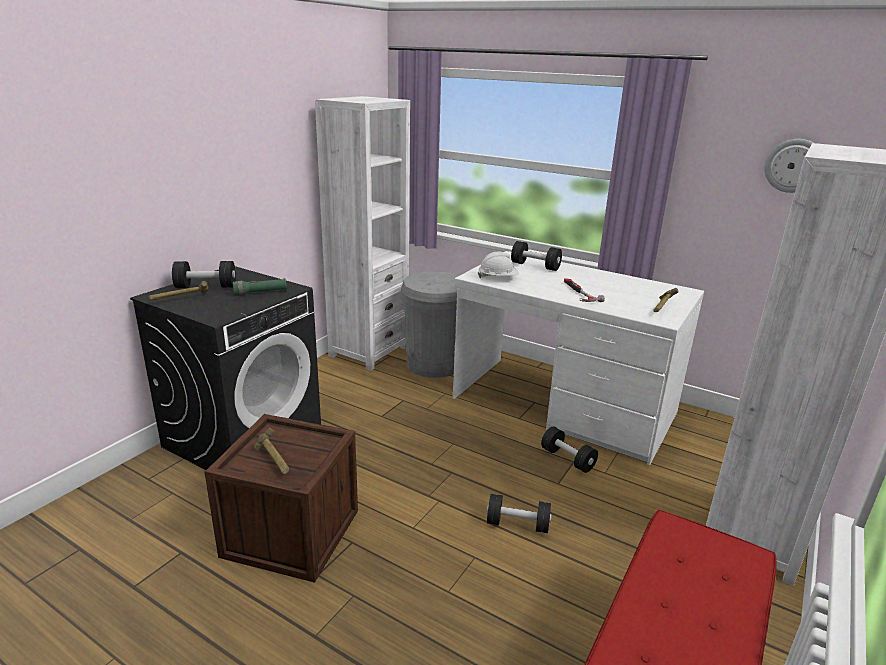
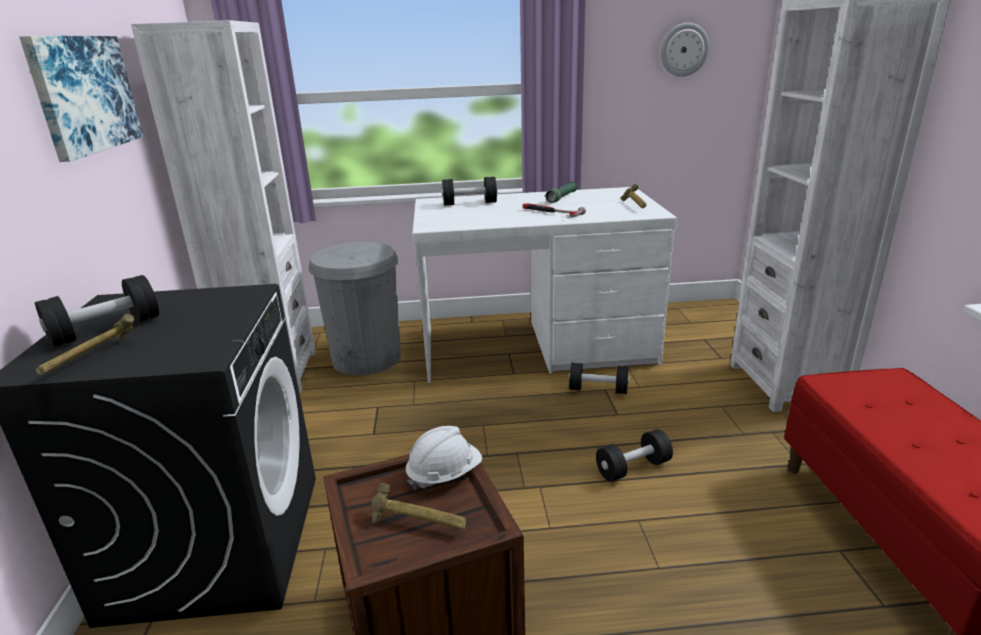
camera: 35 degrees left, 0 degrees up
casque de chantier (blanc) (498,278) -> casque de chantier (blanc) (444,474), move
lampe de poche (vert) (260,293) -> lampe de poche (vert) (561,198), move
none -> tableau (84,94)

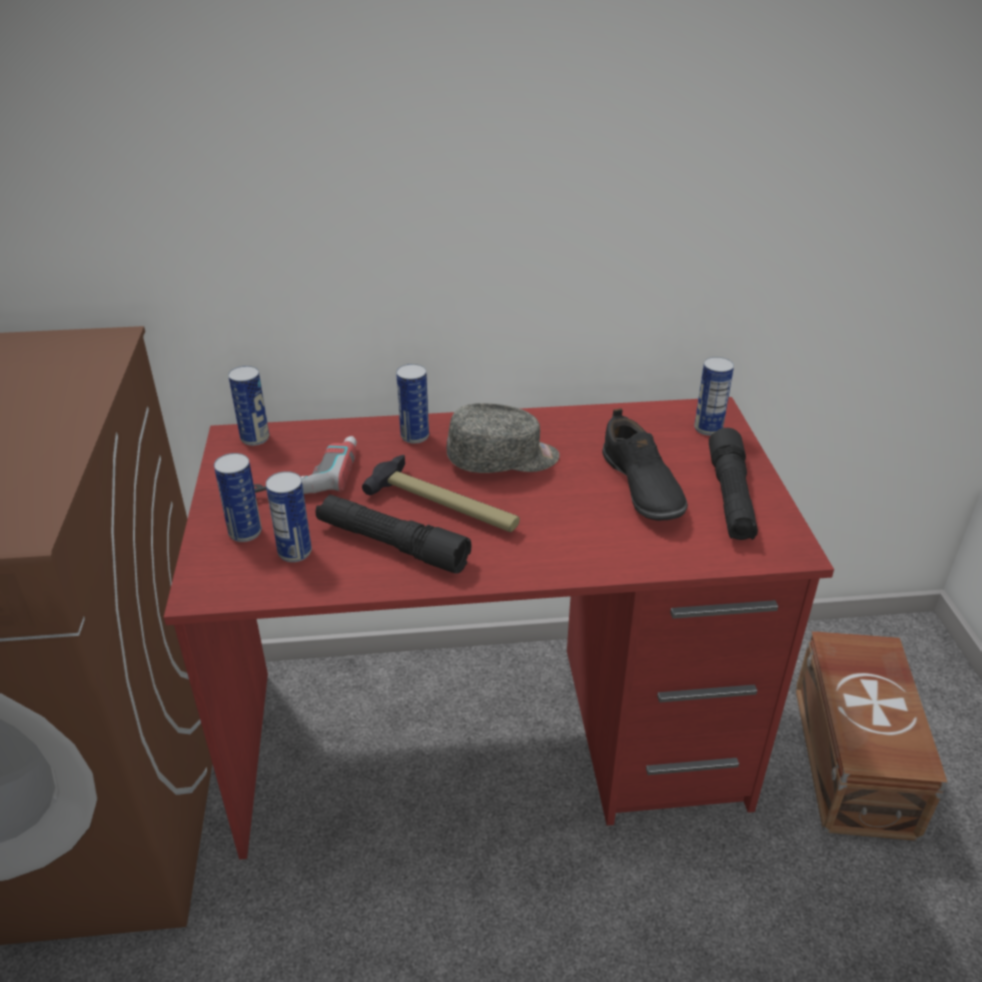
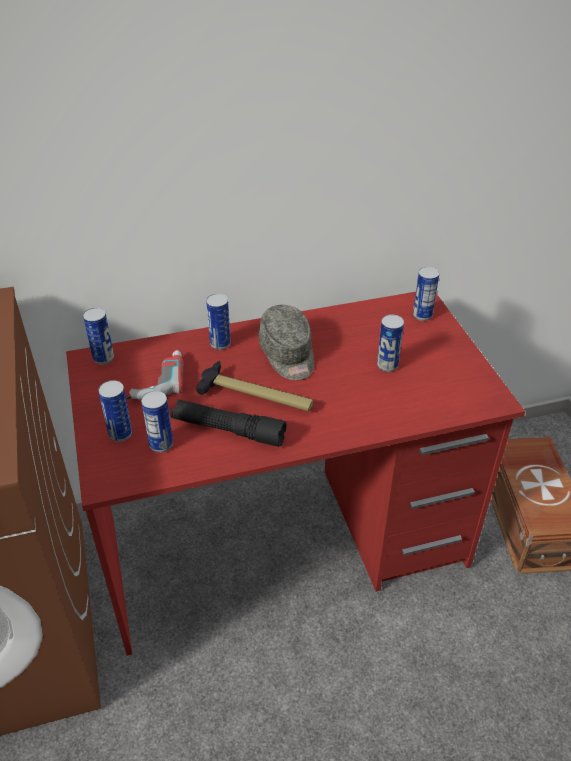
camera: 10 degrees left, 5 degrees up
casquette (gris) (503,459) -> casquette (gris) (288,355), 90 degrees clockwise
chaussure (noir) (641,487) -> boîte métallique (387,365)
lampe de poche (noir) (730,497) -> none

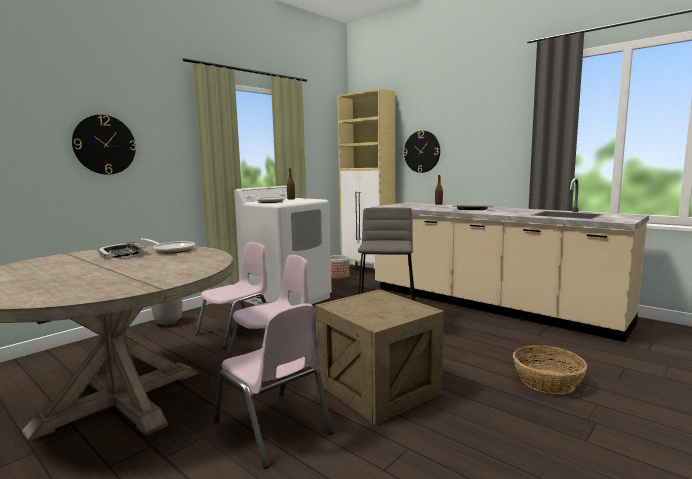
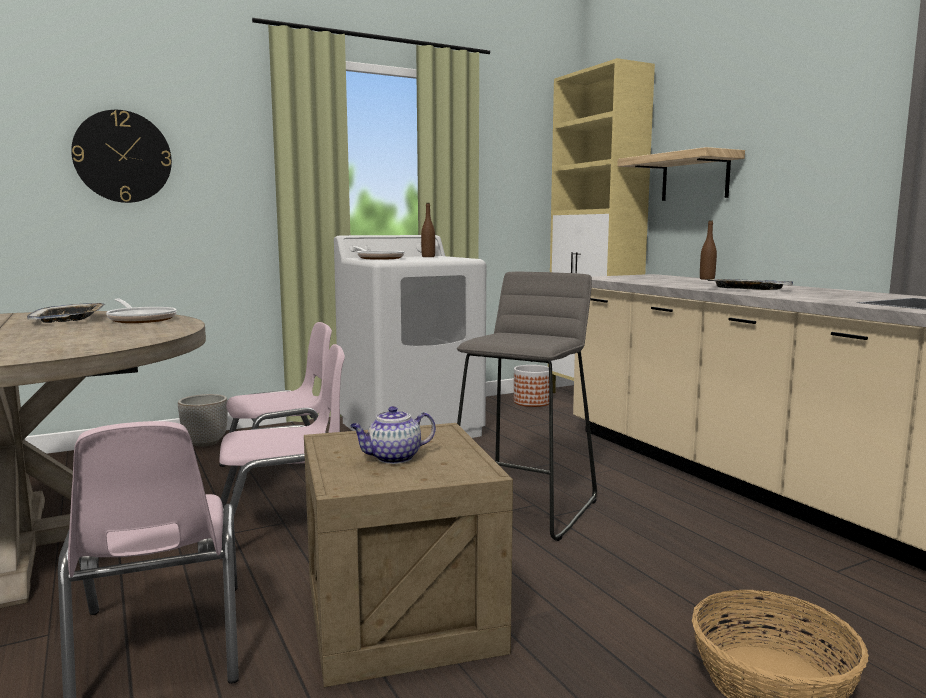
camera: 20 degrees right, 0 degrees up
horloge murale (422,151) -> étagère (695,177)
none -> théière (393,458)

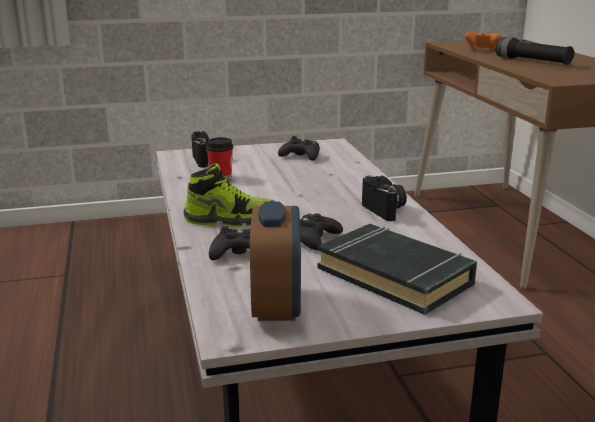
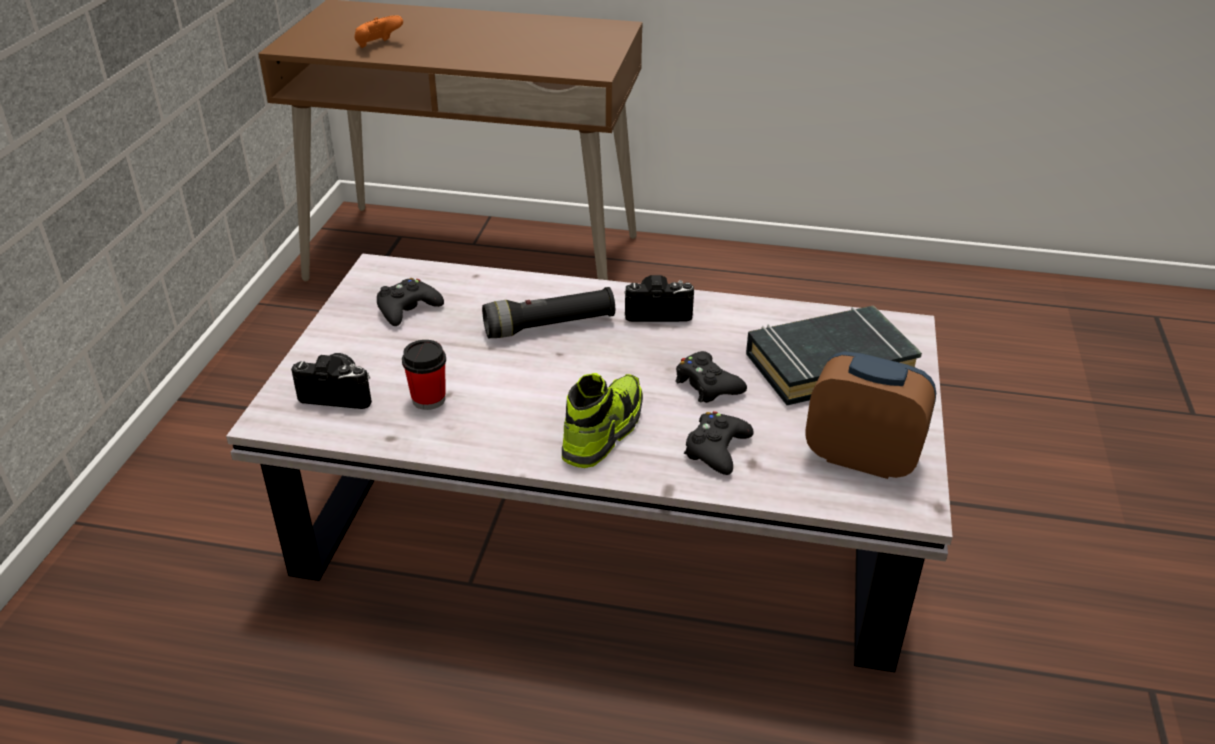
camera: 65 degrees left, 15 degrees up
lampe de poche (noir) (532,61) -> lampe de poche (noir) (549,326), move

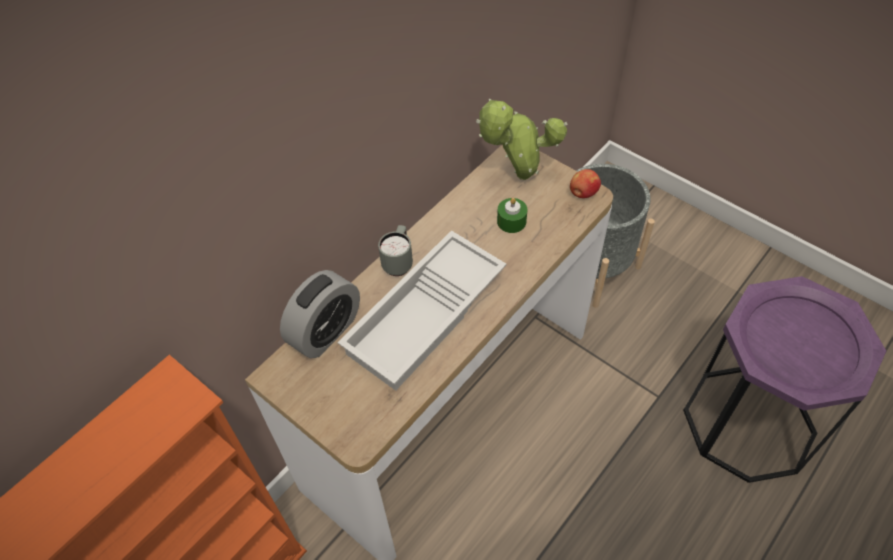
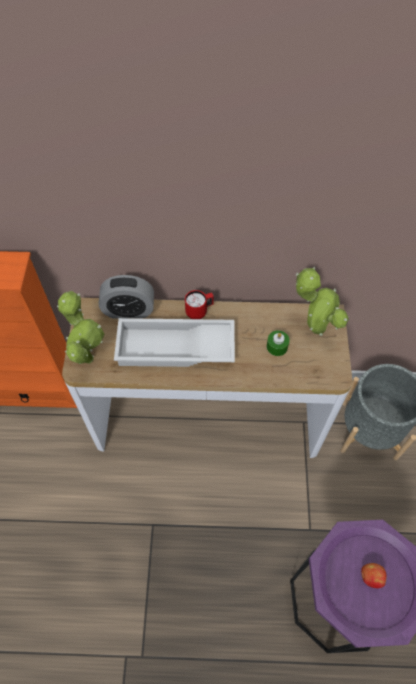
camera: 50 degrees right, 5 degrees up
pomme (583,193) -> pomme (370,577), move
mug (gris) (399,262) -> mug (rouge) (199,312)
none -> plante en pot (87,356)

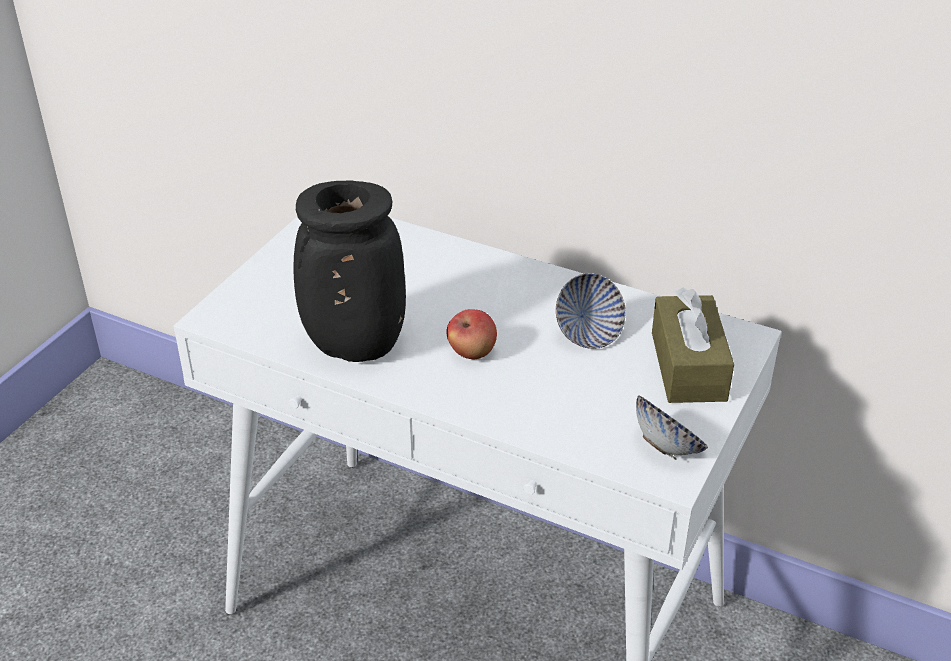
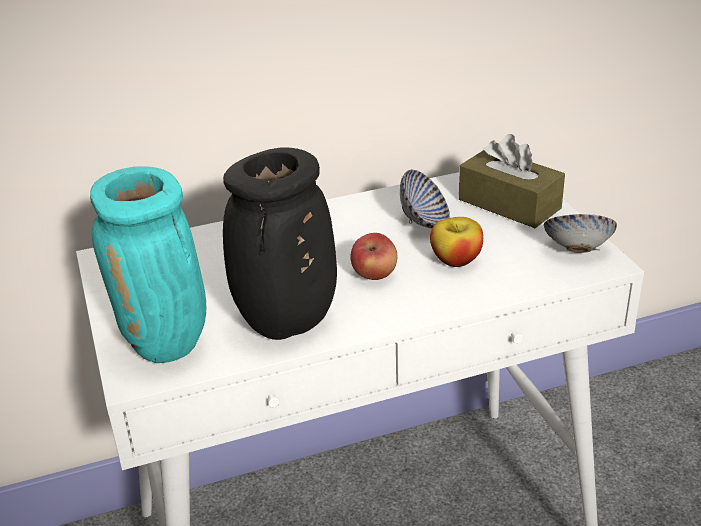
camera: 45 degrees left, 5 degrees down
none -> vase (turquoise) (167,345)
none -> pomme (456,260)

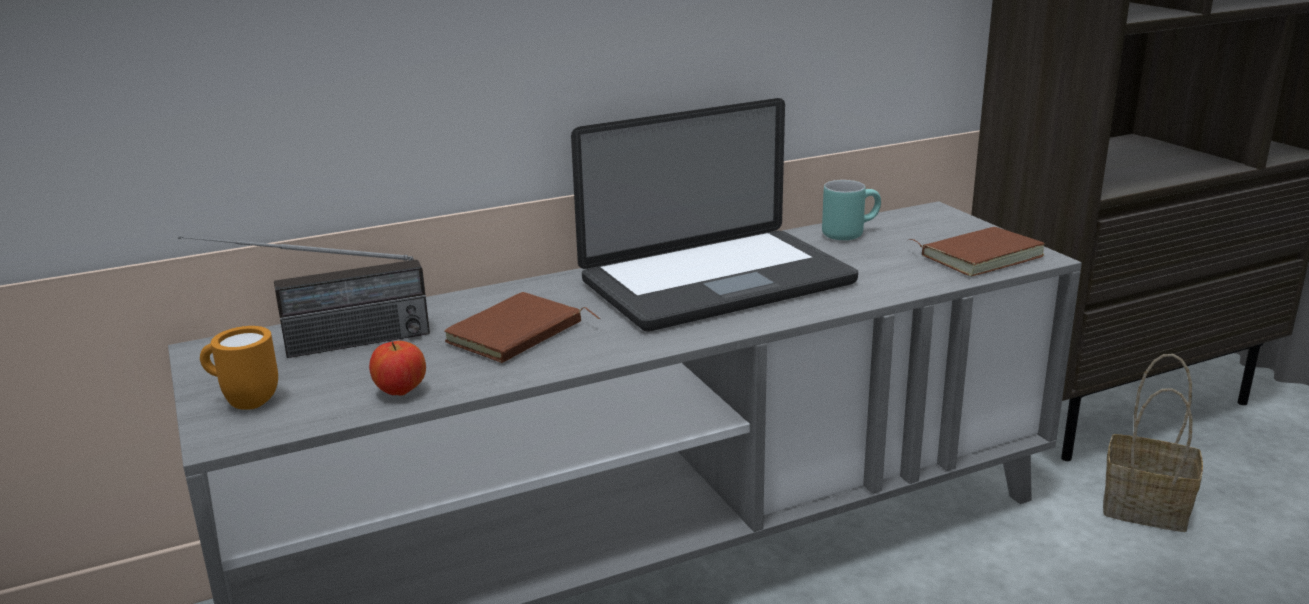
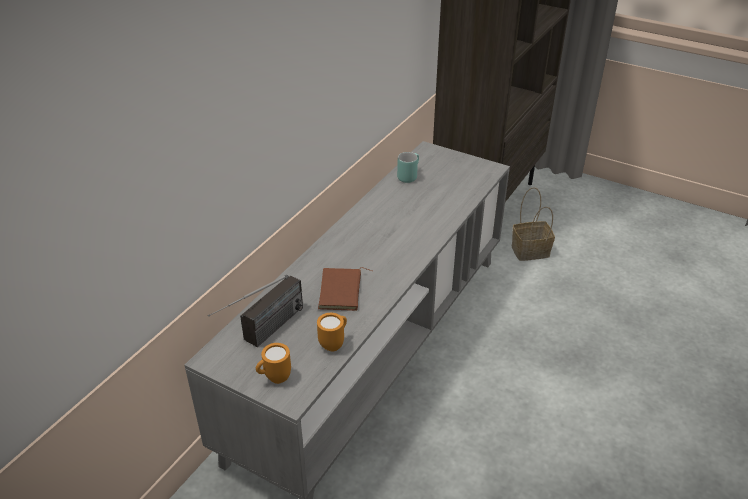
camera: 35 degrees left, 15 degrees up
ordinateur portable (717,283) -> none
livre (marron) (979,256) -> none
pomme (401,392) -> mug (orange) (334,343)

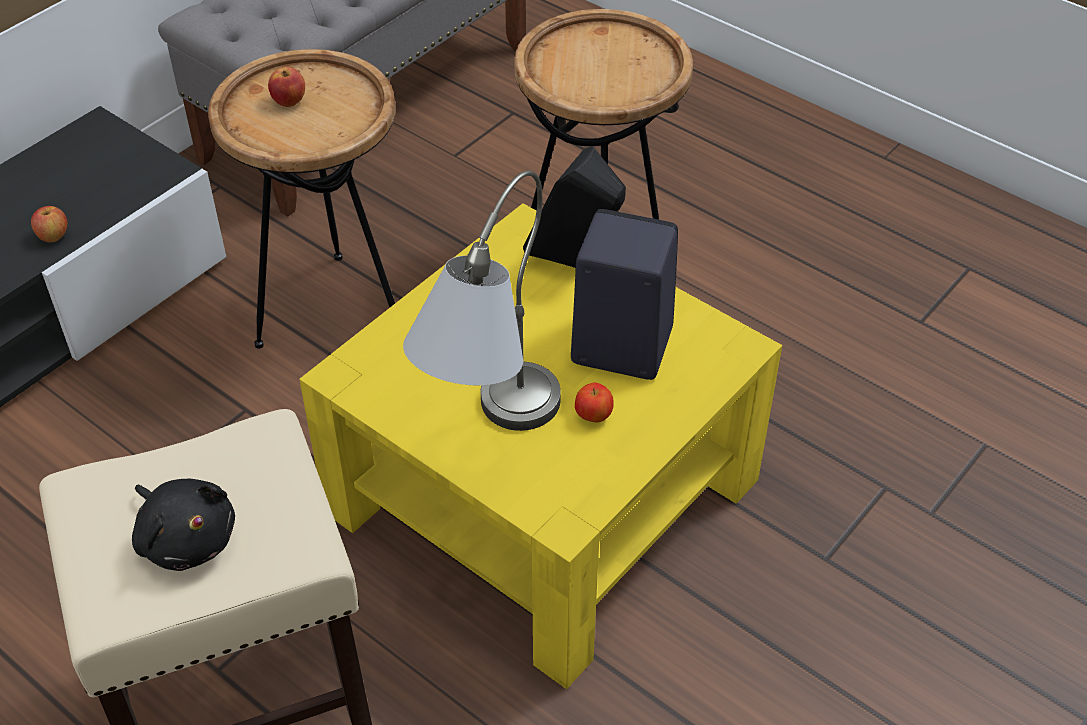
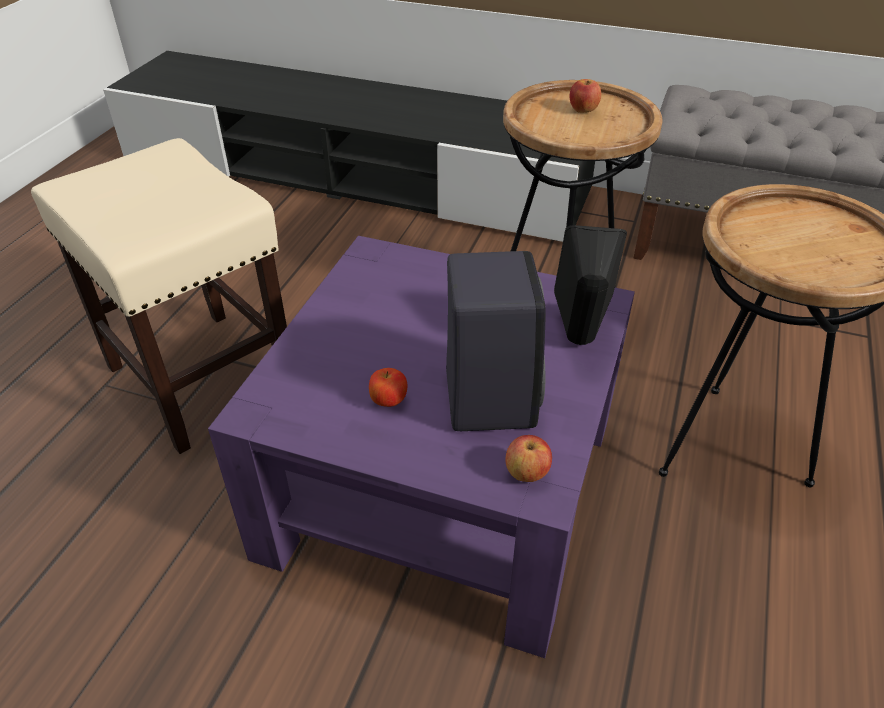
camera: 70 degrees right, 5 degrees down
lampe de table (gris) (489,436) -> none
table basse (jaune) (543,496) -> table basse (violet) (442,486)
pomme (53,236) -> pomme (526,473), move
peluche (noir) (186,538) -> none

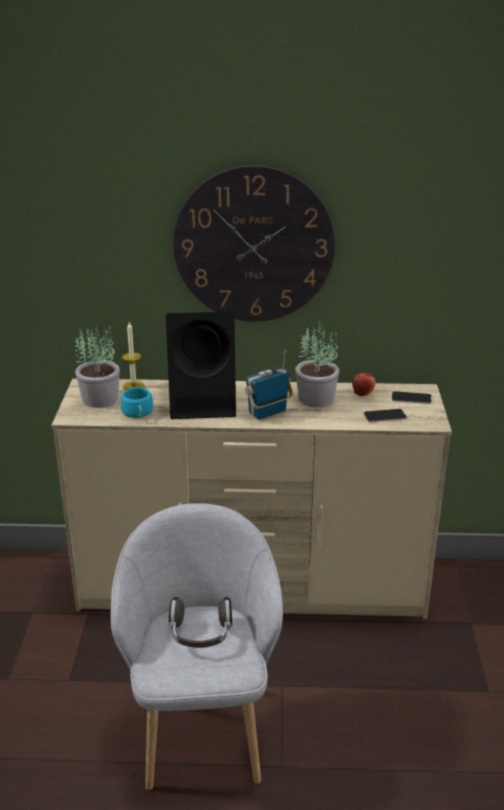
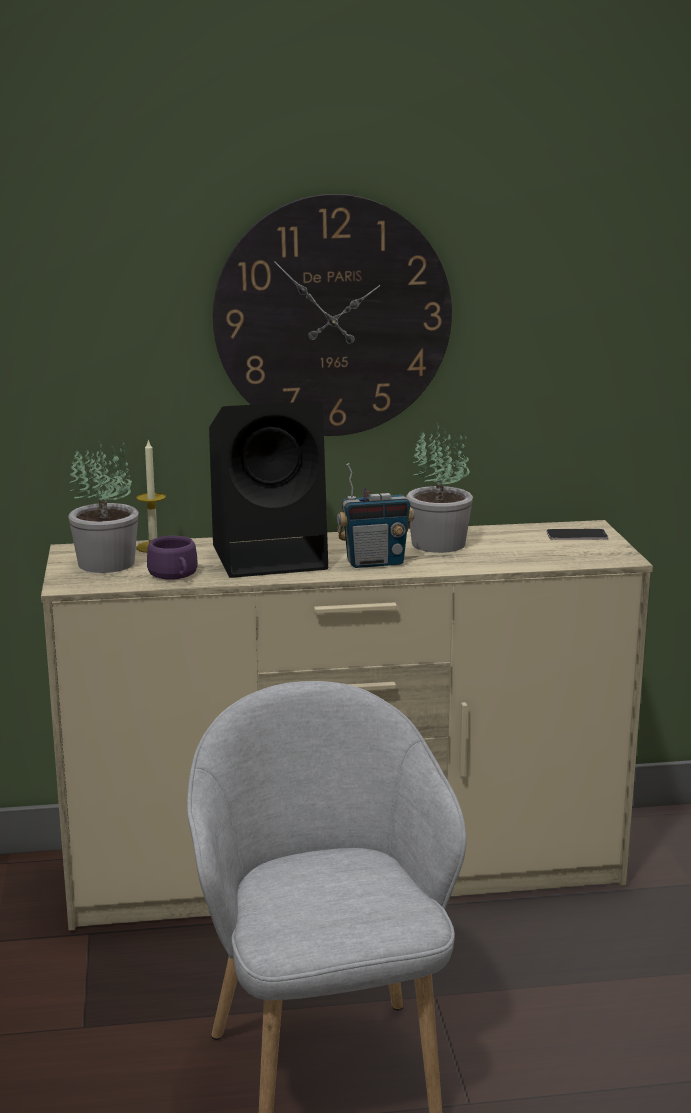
camera: 10 degrees left, 10 degrees down
radio (268,413) -> radio (374,562), 150 degrees counterclockwise
pomme (363,392) -> none
tasse (turquoise) (138,413) -> tasse (violet) (175,575)
téléphone (384,416) -> none
casque audio (200,635) -> none

